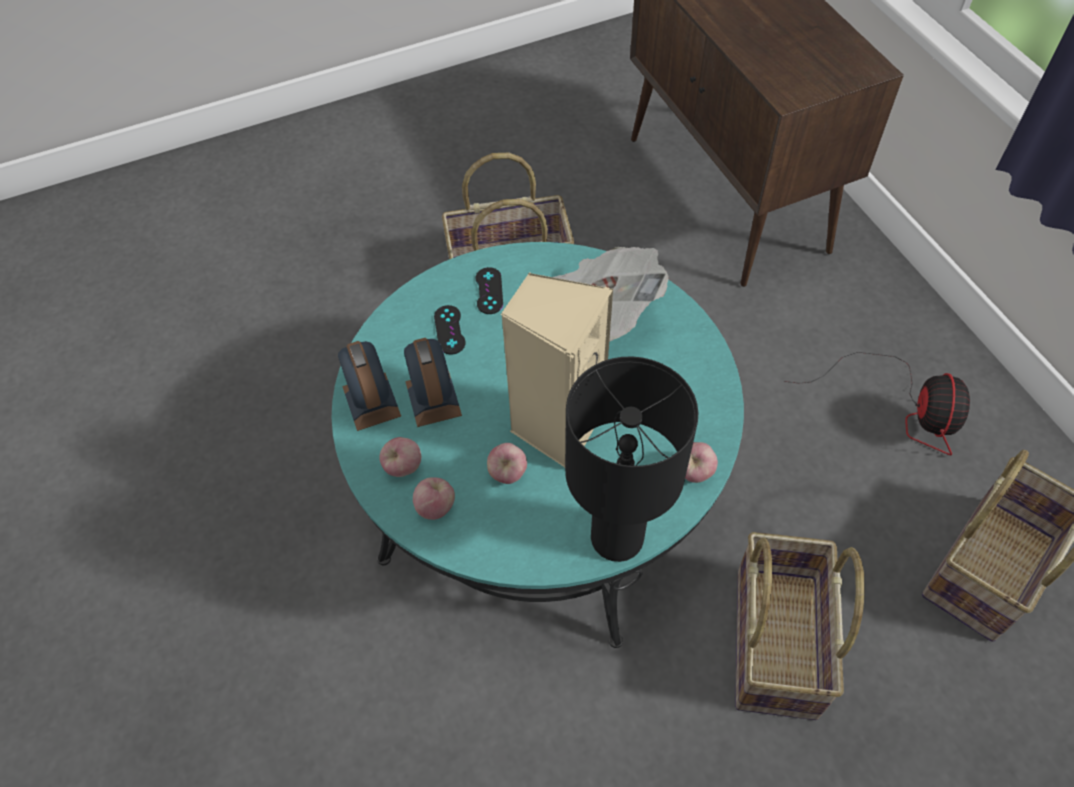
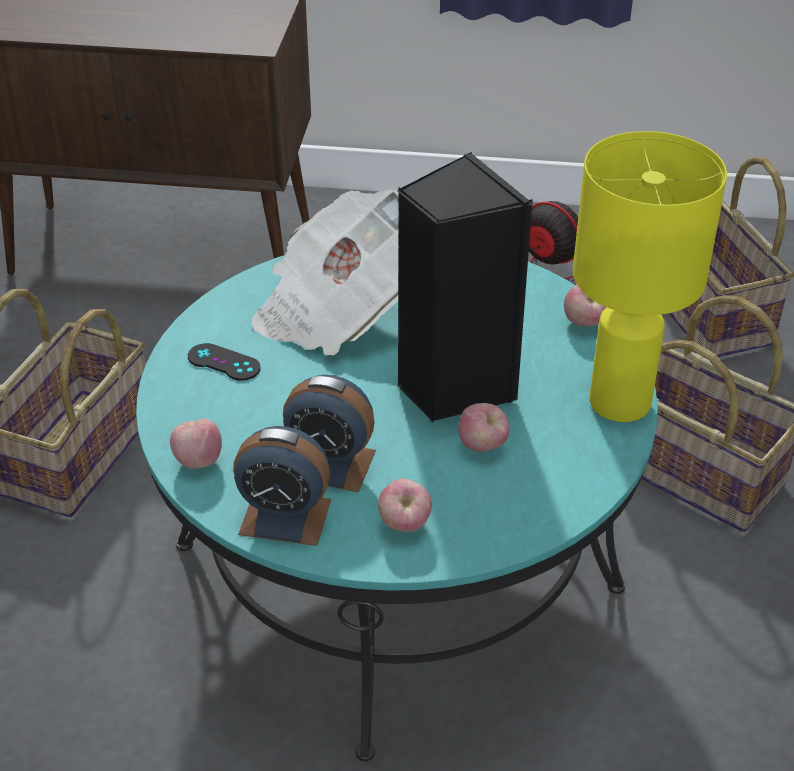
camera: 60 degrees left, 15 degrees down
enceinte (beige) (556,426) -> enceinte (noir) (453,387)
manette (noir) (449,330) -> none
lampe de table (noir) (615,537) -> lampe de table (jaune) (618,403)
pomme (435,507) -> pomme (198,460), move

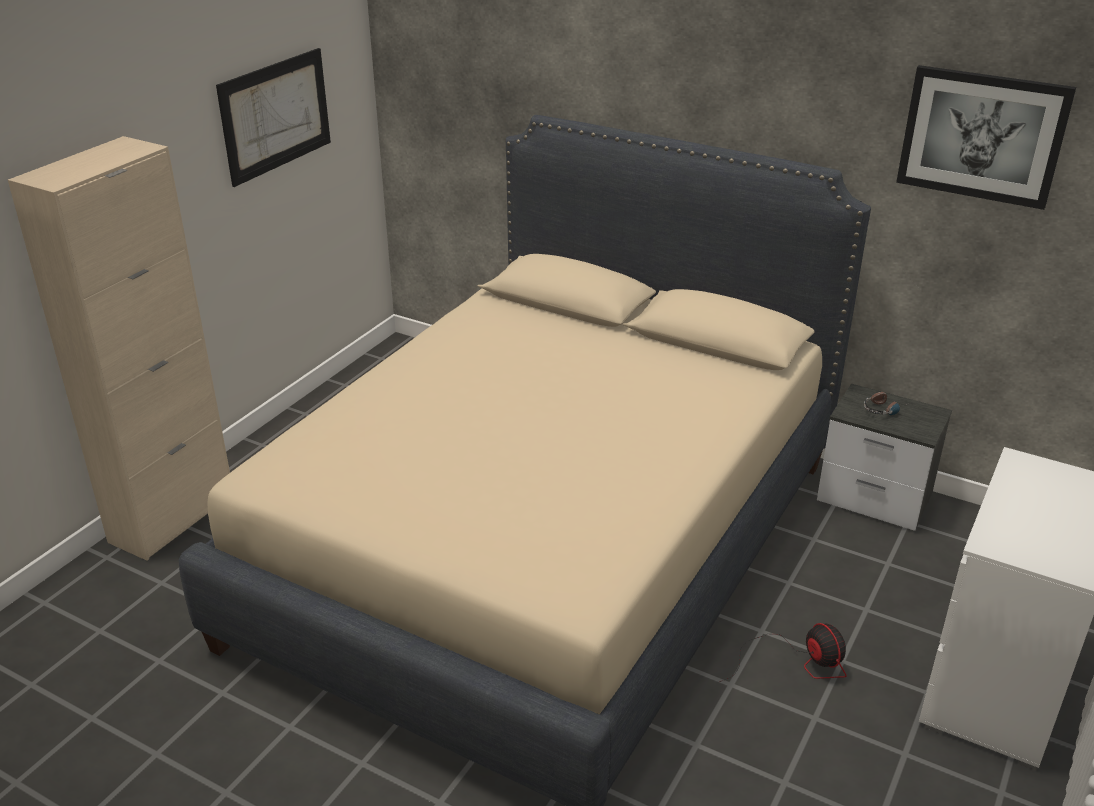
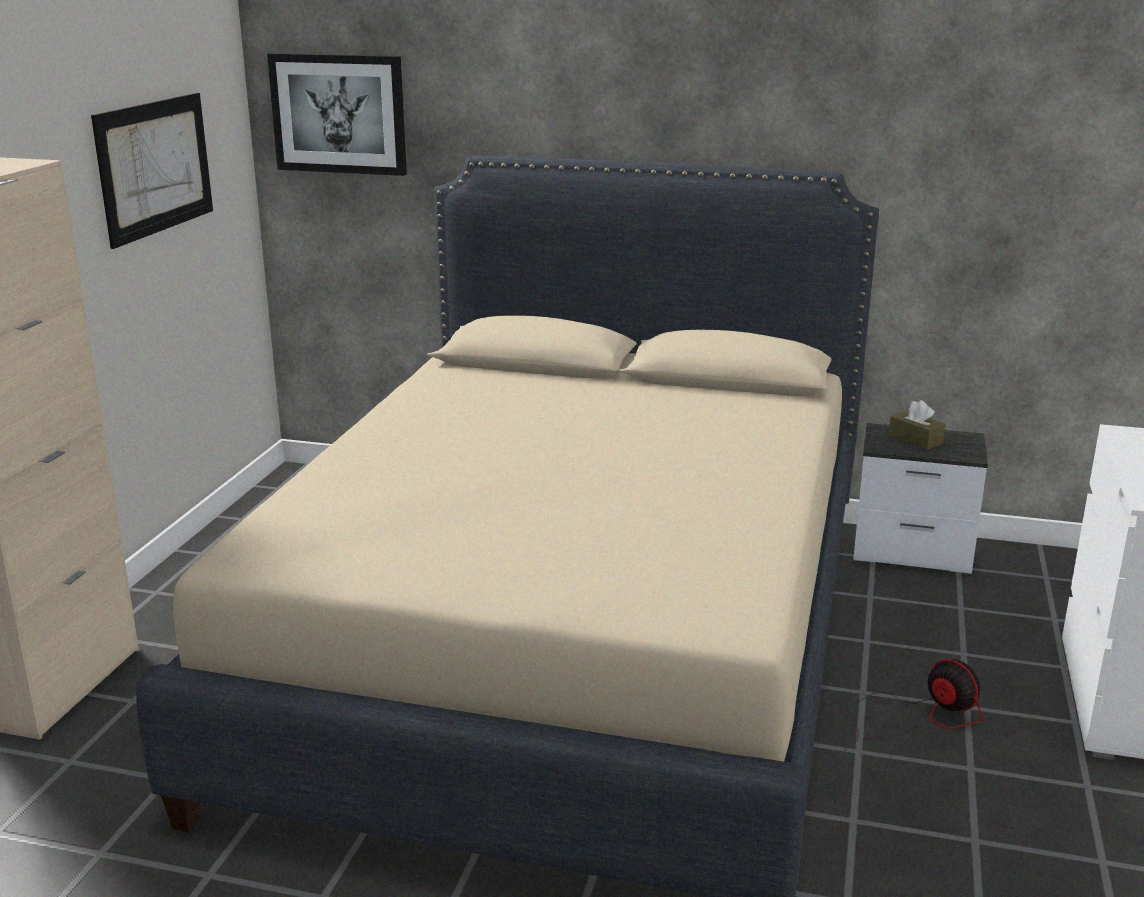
camera: 15 degrees left, 10 degrees down
tableau (982,136) -> tableau (339,114), move
casque audio (884,409) -> boîte à mouchoirs (marron) (915,439)

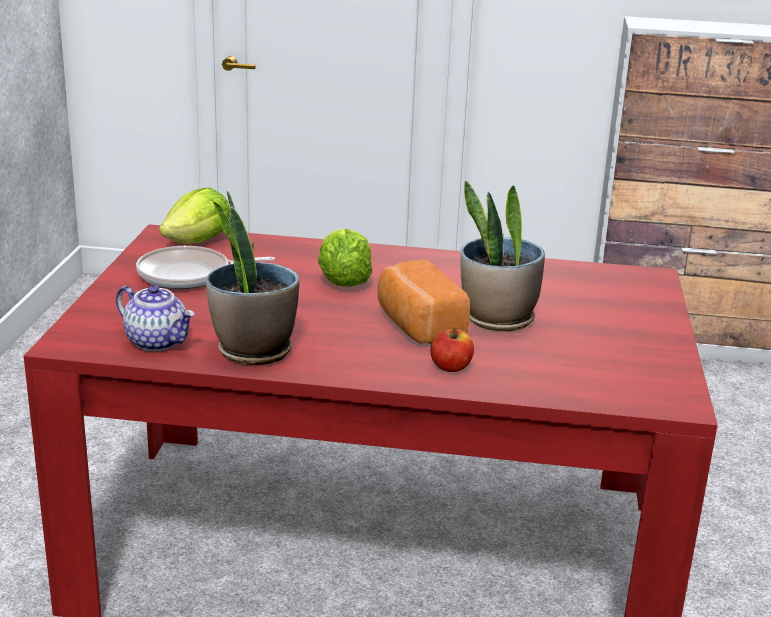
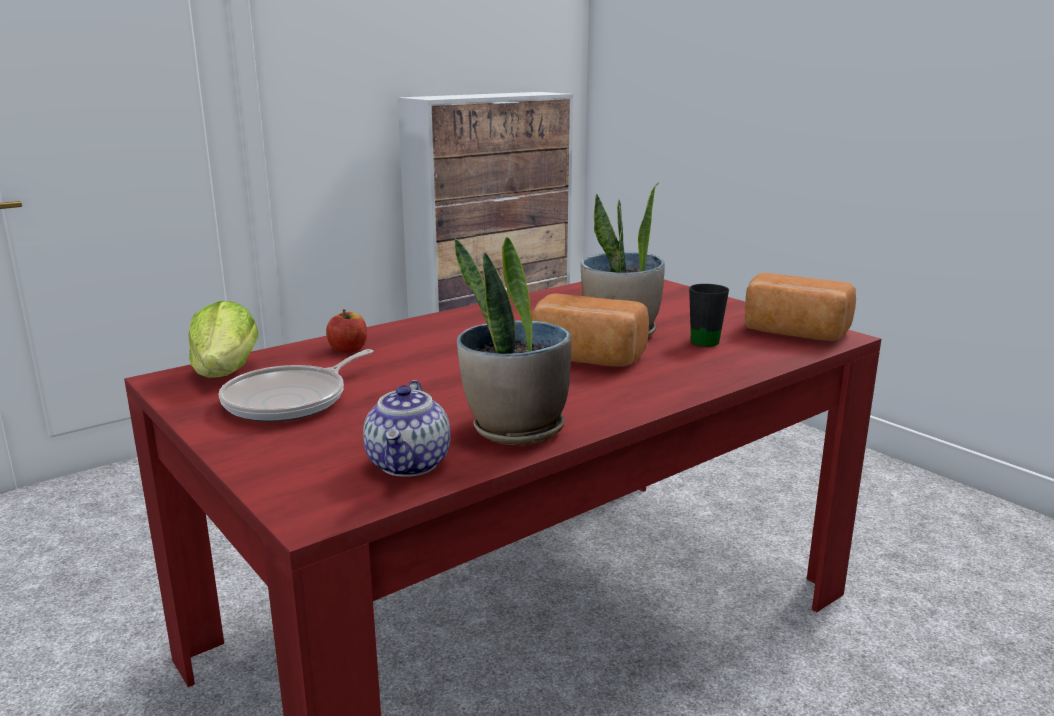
camera: 45 degrees left, 5 degrees down
laitue (343,282) -> none
théière (157,341) -> théière (409,464), 105 degrees clockwise
pomme (451,367) -> pomme (348,349), move
none -> pain (793,333)
none -> mug (noir) (707,339)

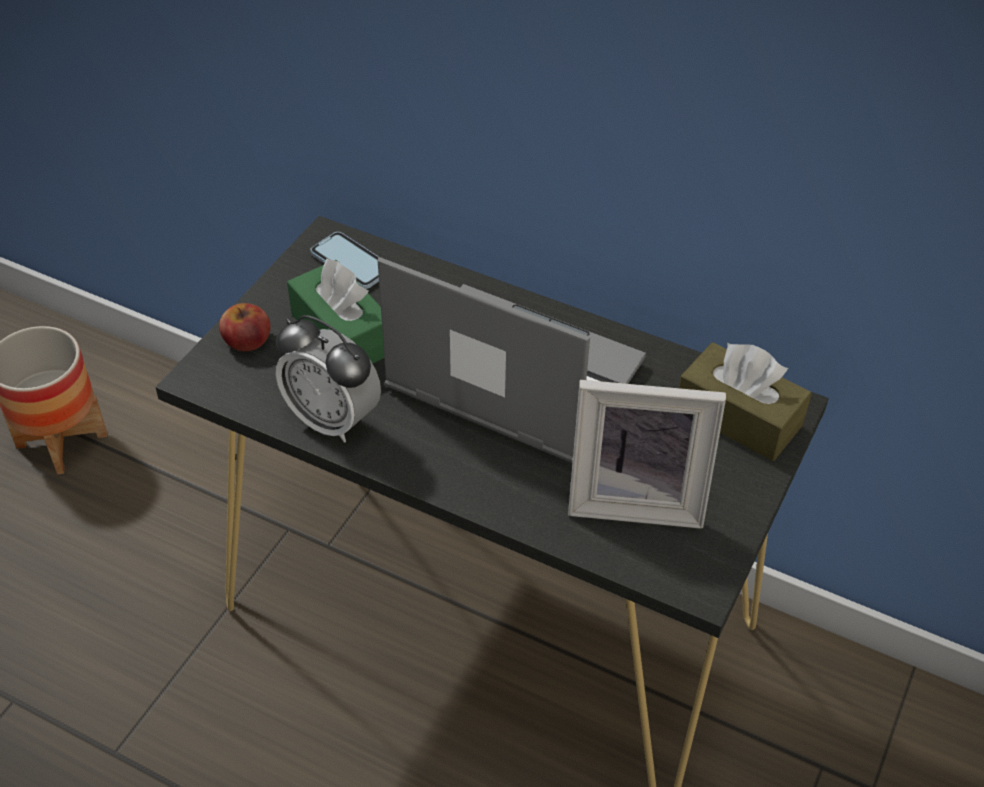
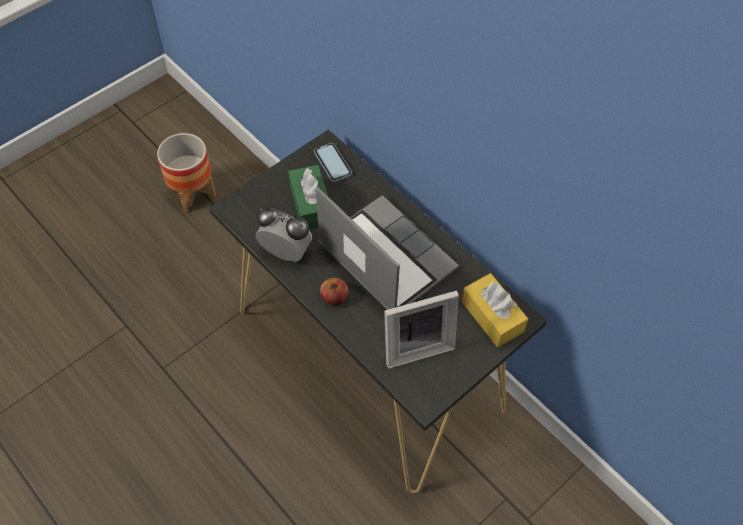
camera: 20 degrees right, 10 degrees up
pomme (247,339) -> pomme (334,296), move
réveil (332,419) -> réveil (286,252), 150 degrees clockwise
boîte à mouchoirs (marron) (738,417) -> boîte à mouchoirs (jaune) (492,316)
cadre photo (636,499) -> cadre photo (416,345), 45 degrees counterclockwise

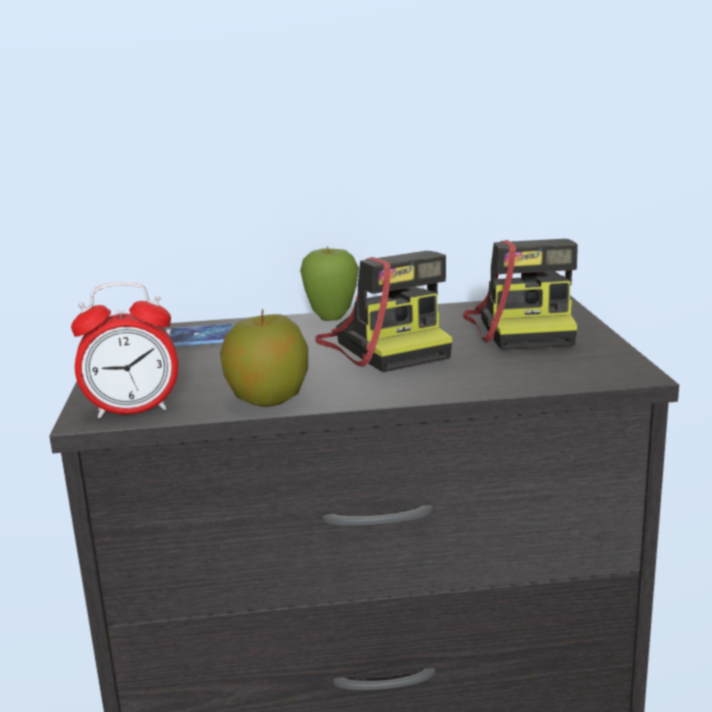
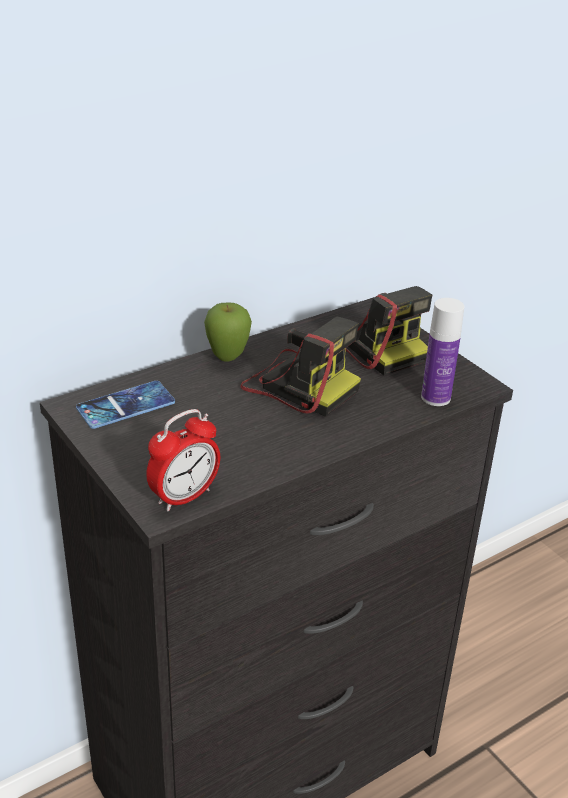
camera: 30 degrees left, 15 degrees up
pomme (268,400) -> none
none -> bouteille (435,397)

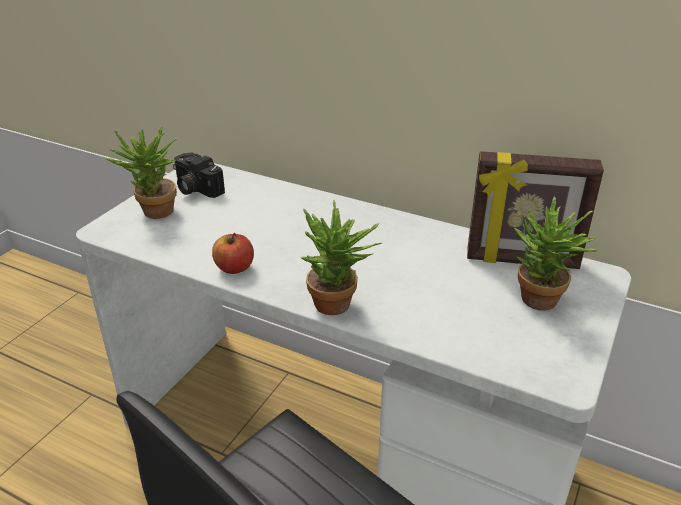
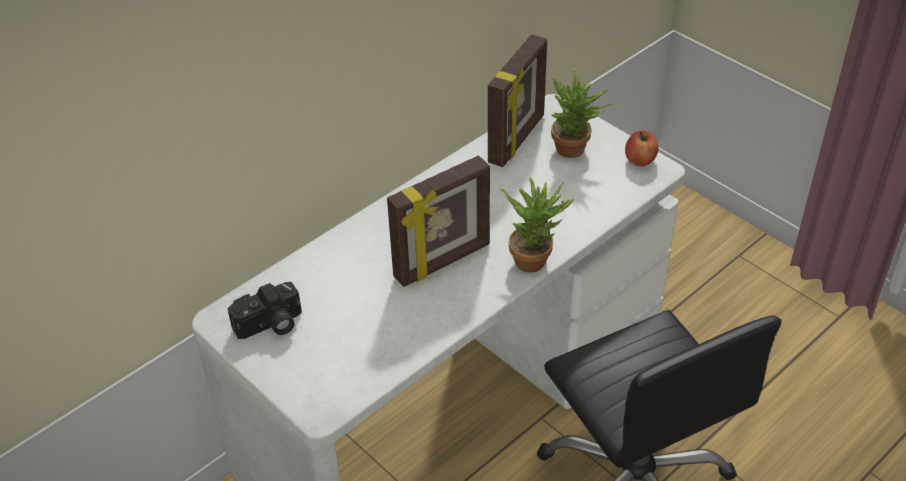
camera: 70 degrees left, 10 degrees up
plante en pot (154,214) -> none
pomme (234,268) -> pomme (640,160), move
none -> cadre photo (443,262)

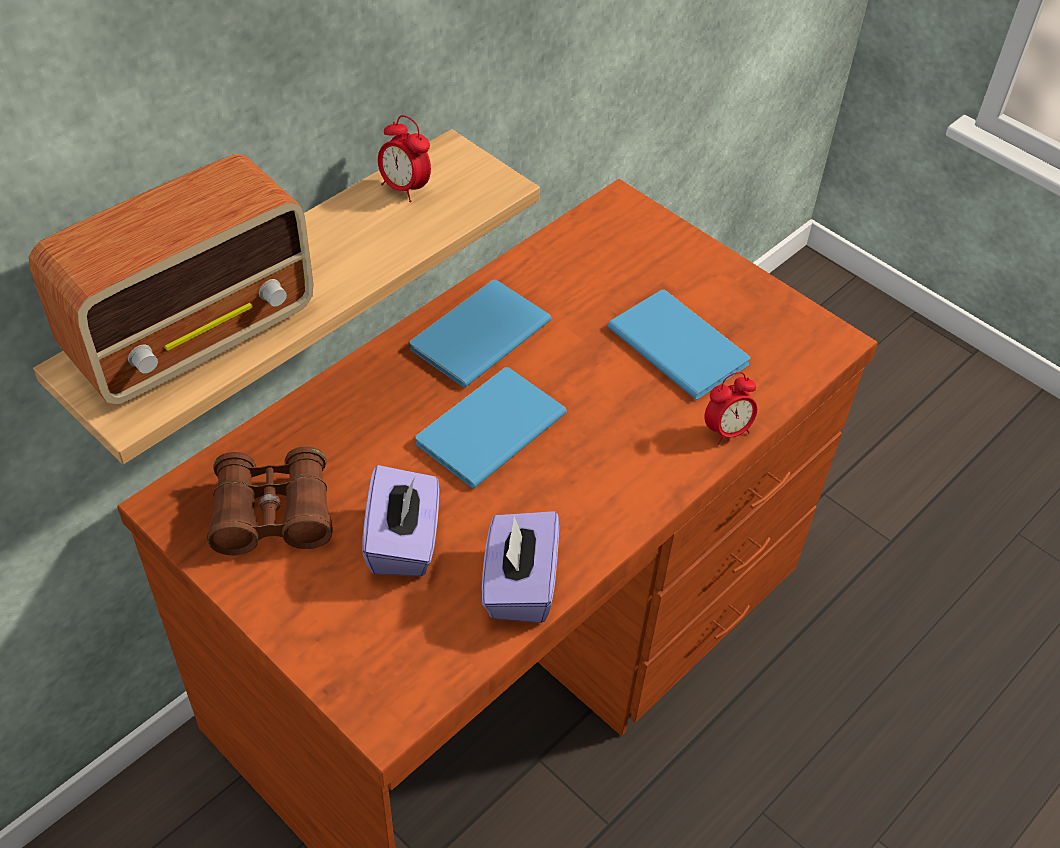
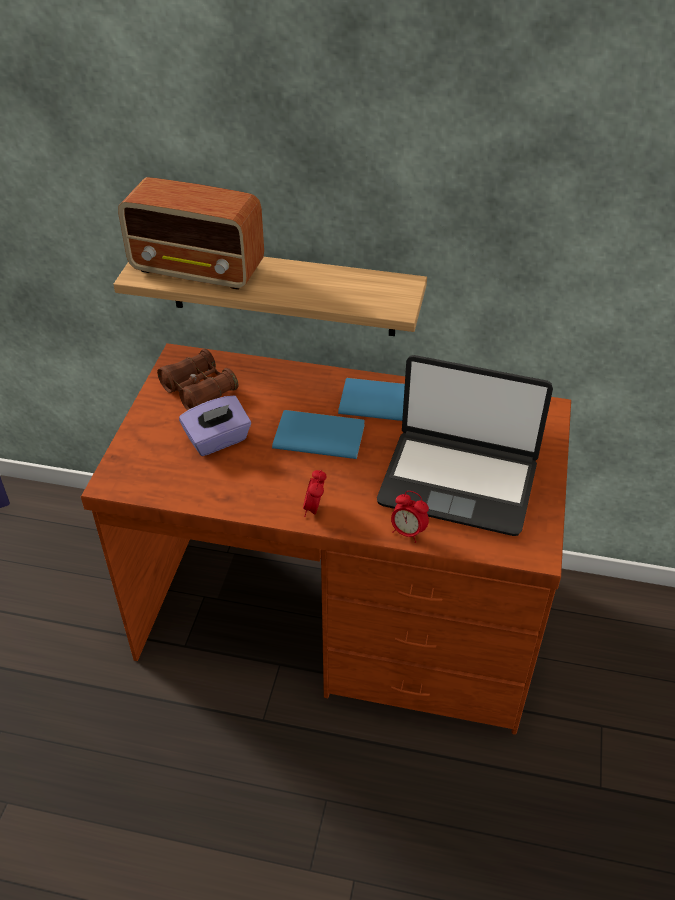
camera: 60 degrees right, 5 degrees down
réveil (405,188) -> réveil (314,509), move
livre (bleu) (678,342) -> ordinateur portable (458,482)
boîte à mouchoirs (violet) (519,585) -> none

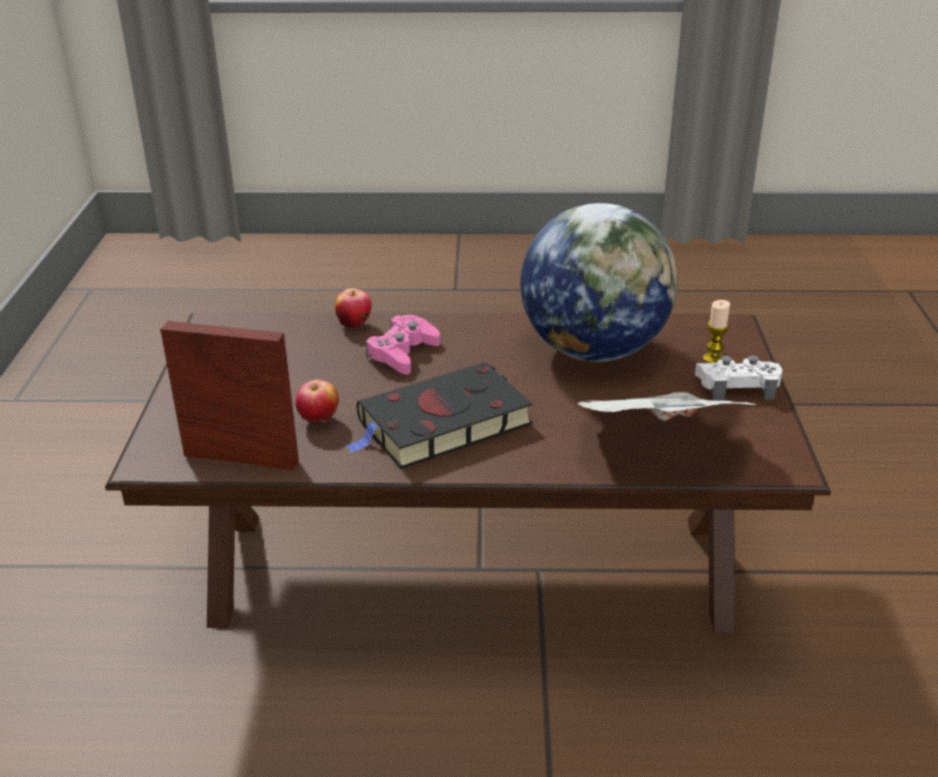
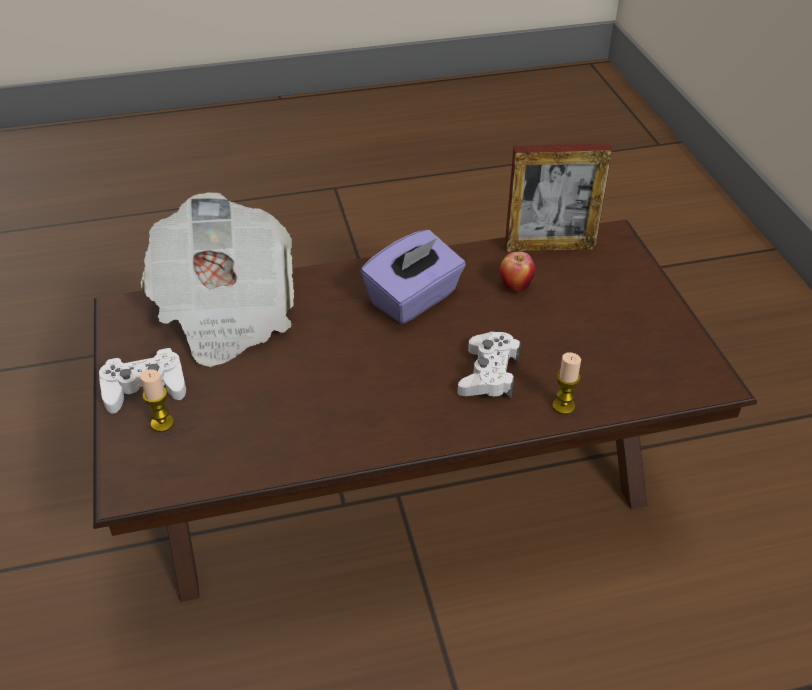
camera: 165 degrees right, 10 degrees up
globe (594,350) -> none
pomme (354,325) -> bougie (563,406)
manette (rose) (403,353) -> manette (blanc) (489,374)
livre (noir) (440,425) -> boîte à mouchoirs (violet) (414,299)

